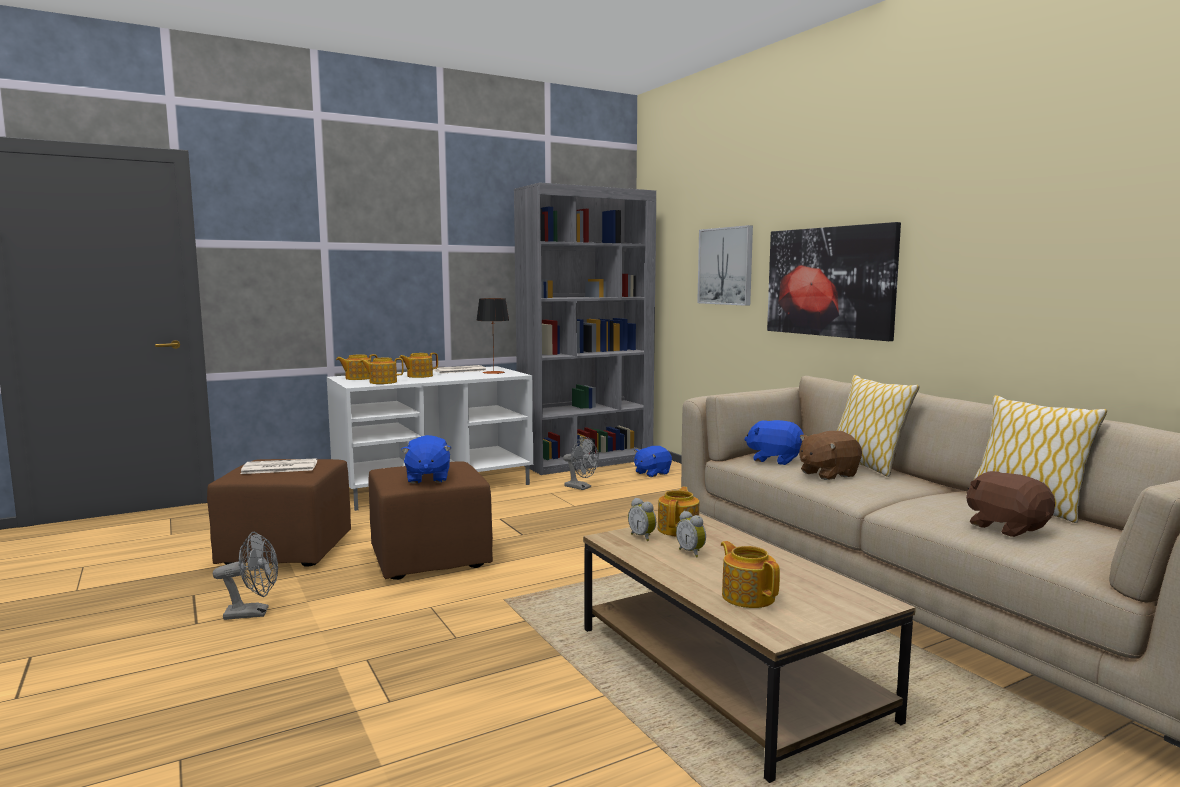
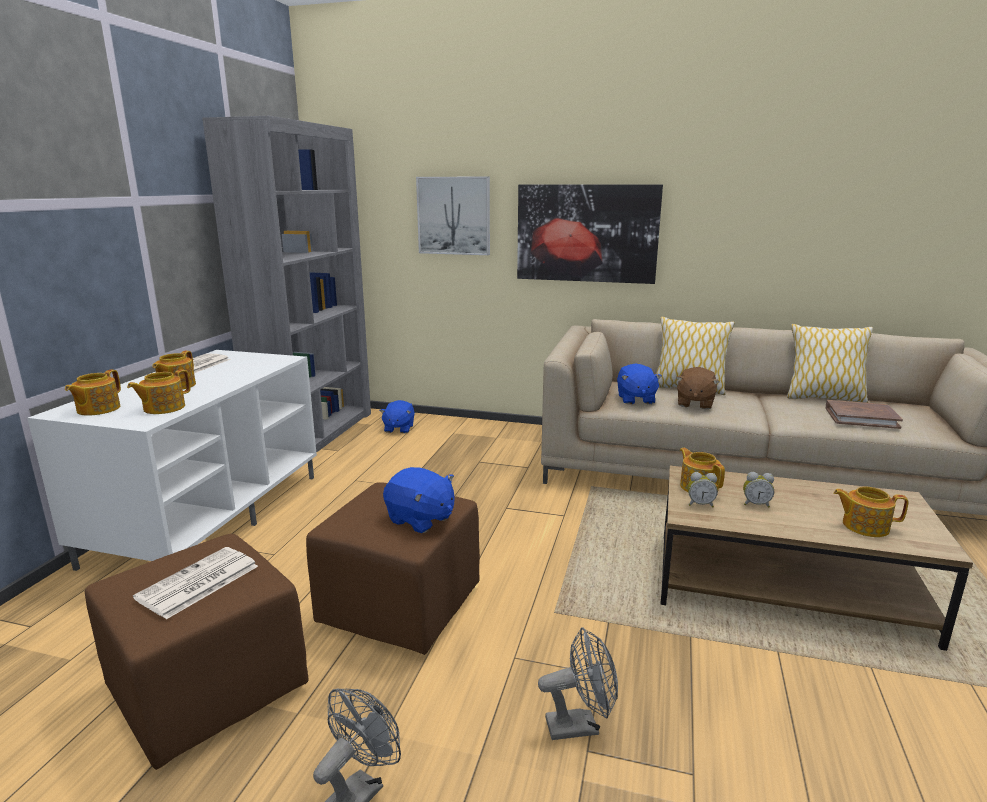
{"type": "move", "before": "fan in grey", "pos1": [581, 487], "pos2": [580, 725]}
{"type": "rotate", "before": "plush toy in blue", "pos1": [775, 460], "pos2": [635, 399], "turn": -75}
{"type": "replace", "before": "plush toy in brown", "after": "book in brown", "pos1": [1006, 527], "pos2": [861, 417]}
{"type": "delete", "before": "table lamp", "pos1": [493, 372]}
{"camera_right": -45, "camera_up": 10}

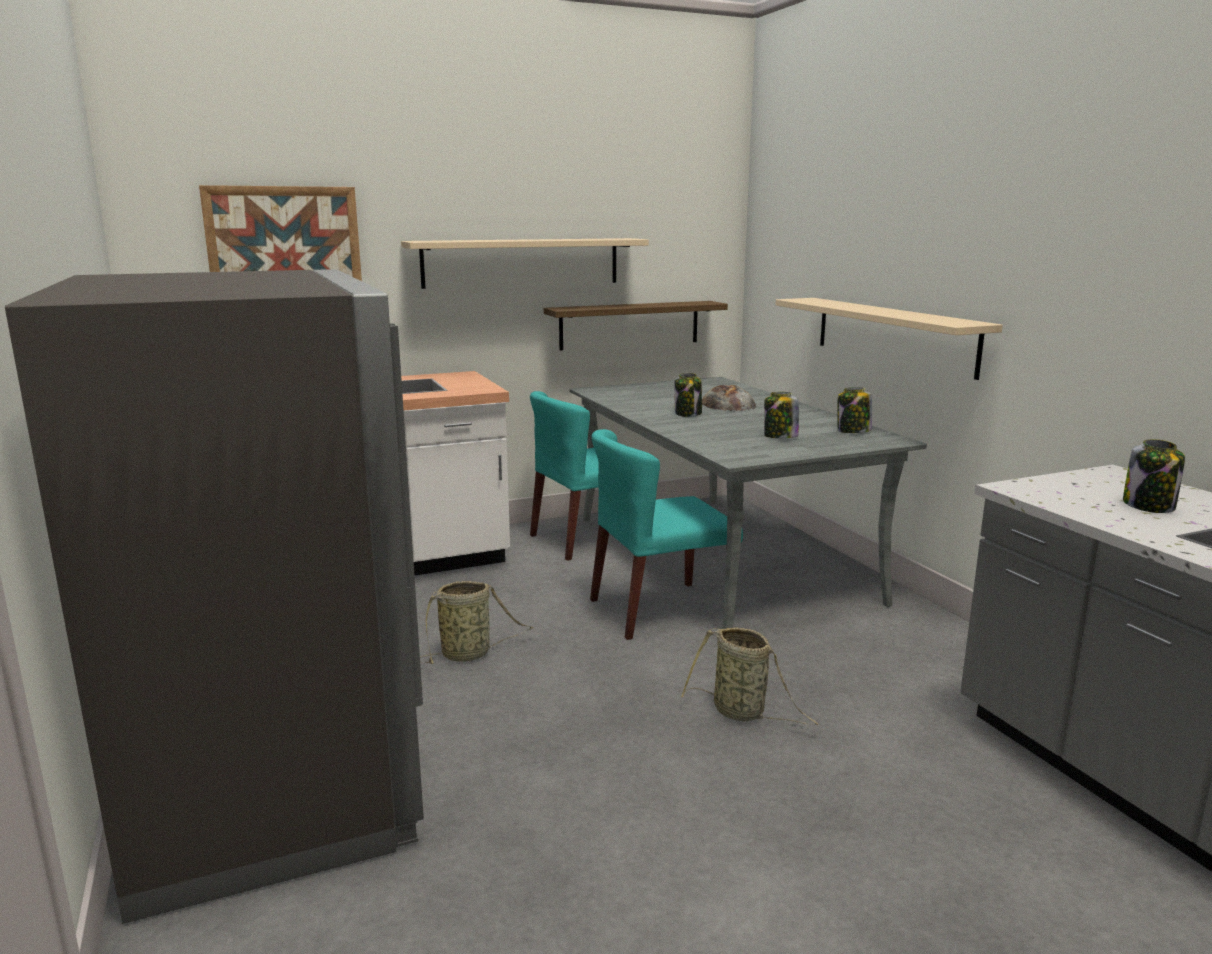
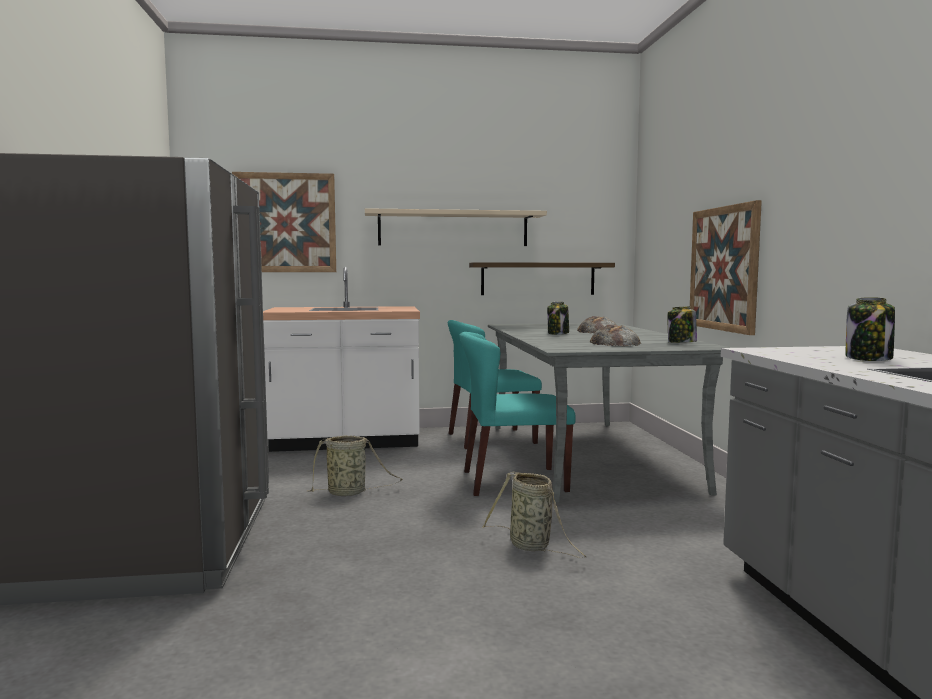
{"type": "replace", "before": "jar", "after": "bread", "pos1": [780, 437], "pos2": [614, 343]}
{"type": "replace", "before": "shelf in beige", "after": "picture", "pos1": [893, 335], "pos2": [723, 268]}
{"camera_right": 15, "camera_up": -10}

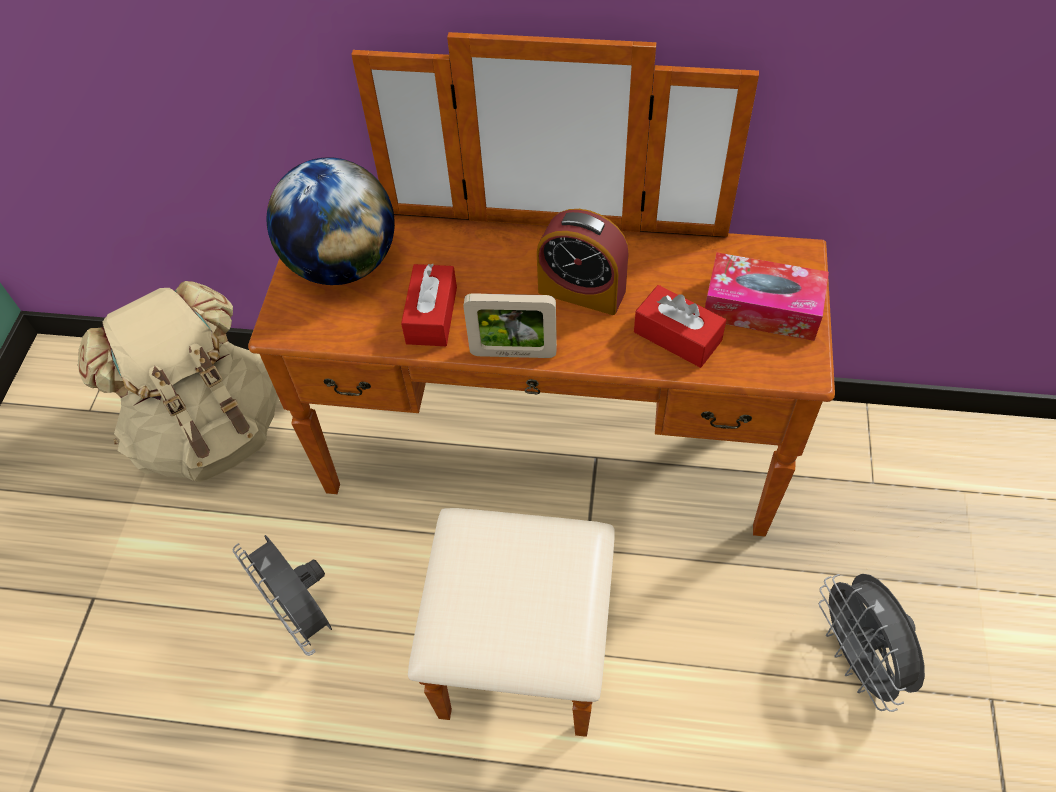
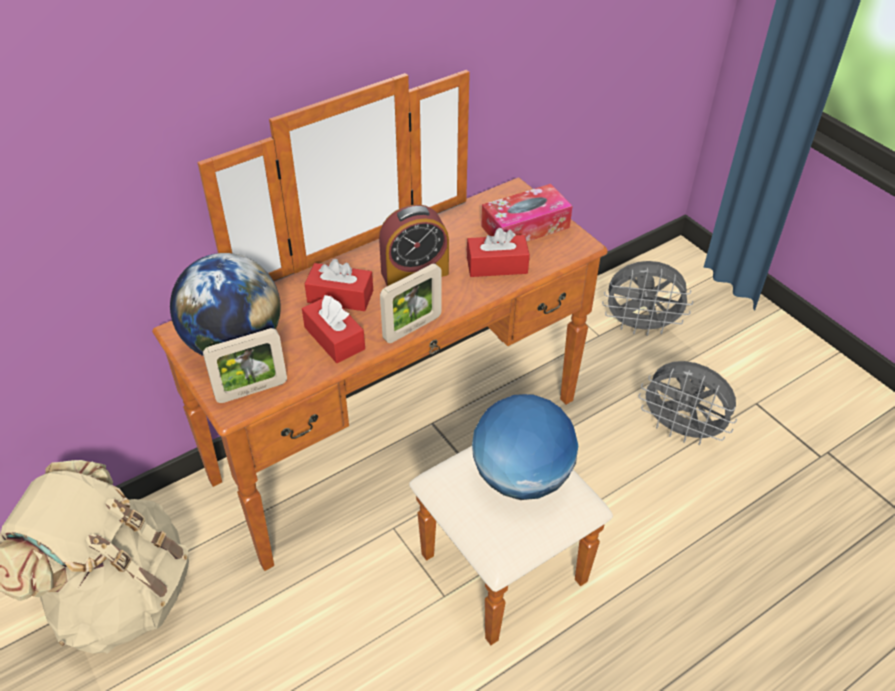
{"type": "insert", "after": "picture frame", "pos2": [251, 390]}
{"type": "insert", "after": "tissue box in red", "pos2": [340, 296]}
{"type": "insert", "after": "globe", "pos2": [521, 477]}
{"type": "move", "before": "fan in grey", "pos1": [303, 614], "pos2": [640, 326]}
{"camera_right": -45, "camera_up": -10}

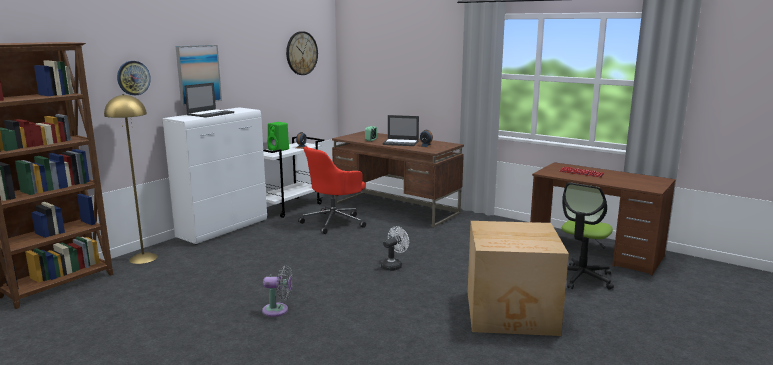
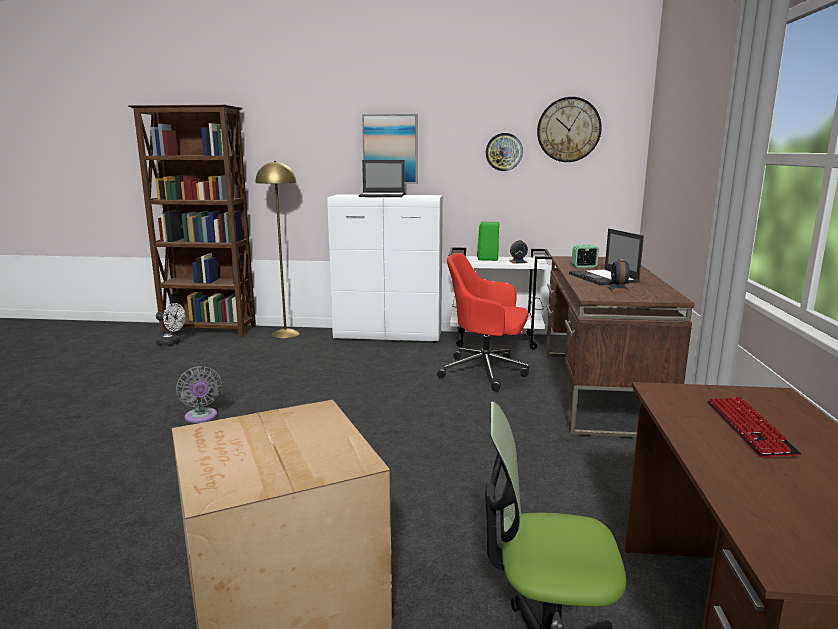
{"type": "move", "before": "fan in white", "pos1": [393, 265], "pos2": [172, 343]}
{"type": "move", "before": "wall clock", "pos1": [133, 78], "pos2": [504, 152]}
{"camera_right": 60, "camera_up": 0}

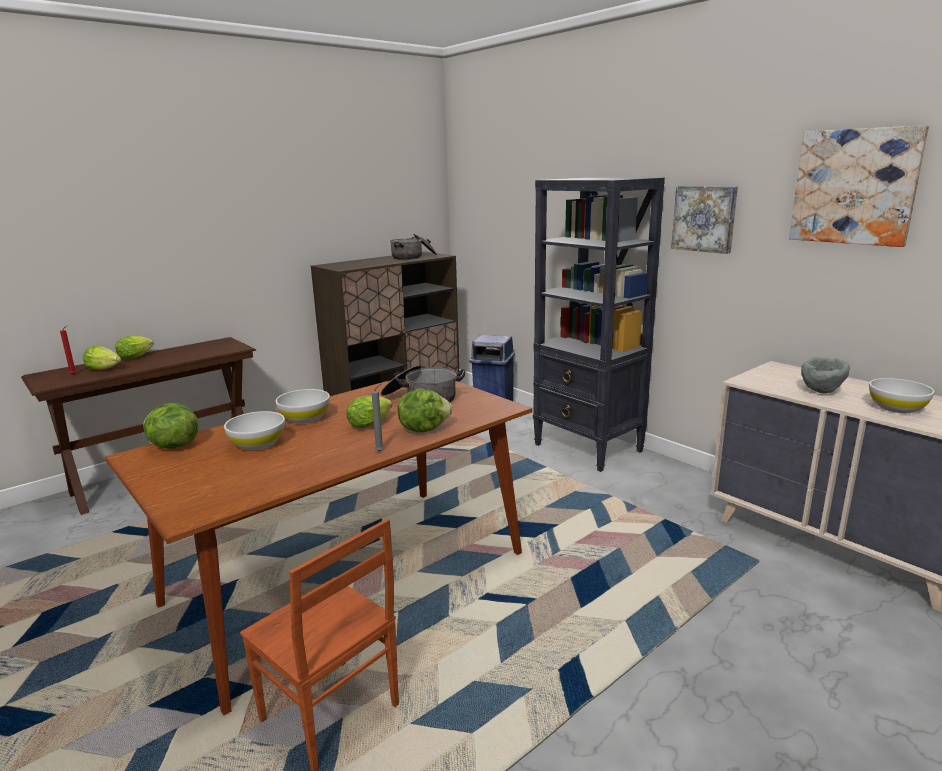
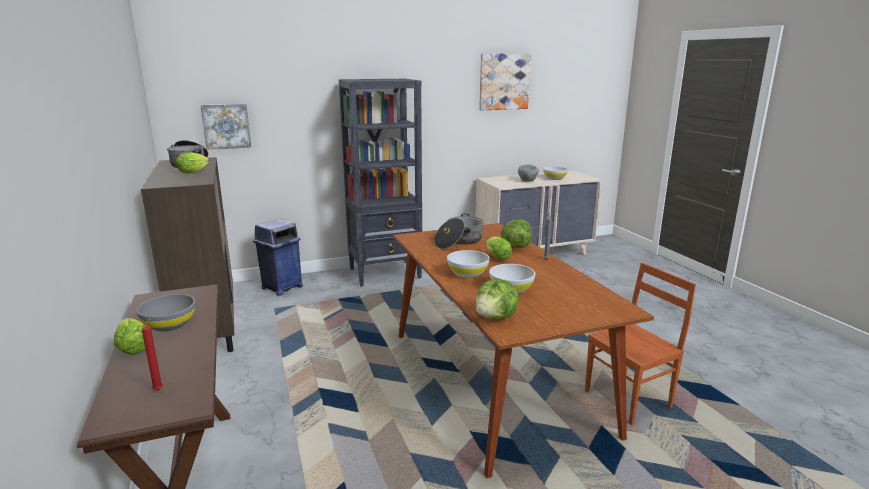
{"type": "insert", "after": "bowl in grey", "pos2": [169, 325]}
{"type": "move", "before": "lettuce", "pos1": [105, 369], "pos2": [194, 172]}
{"type": "move", "before": "picture", "pos1": [705, 218], "pos2": [226, 126]}
{"camera_right": -70, "camera_up": 0}

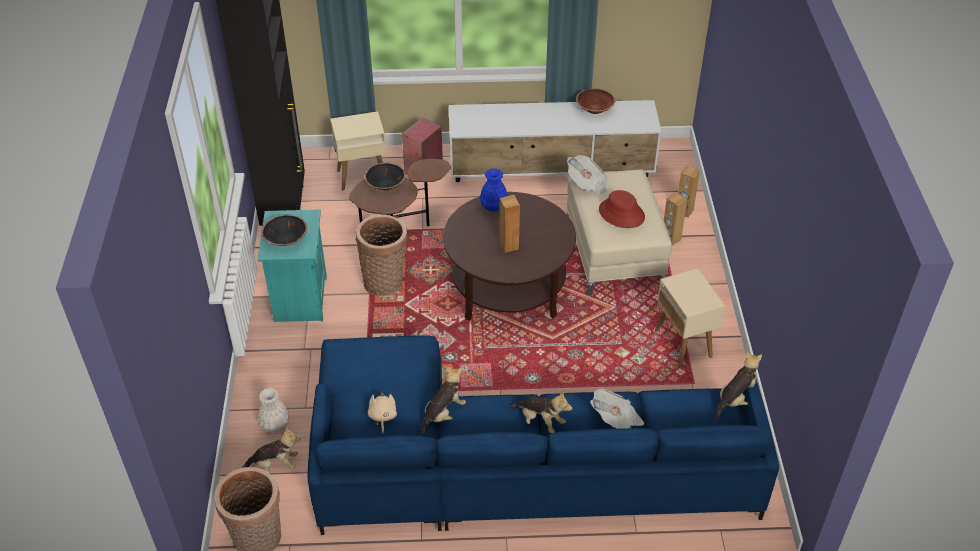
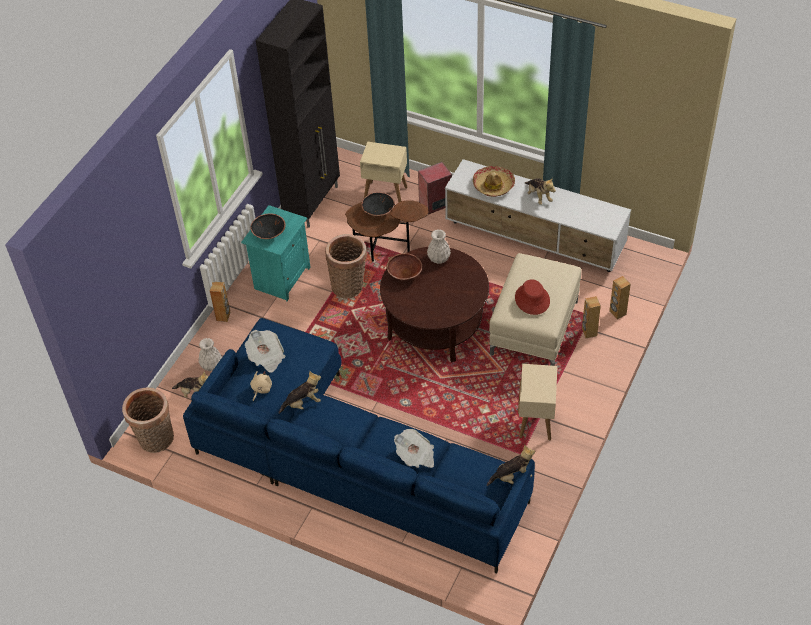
{"type": "move", "before": "speaker in brown", "pos1": [509, 245], "pos2": [223, 316]}
{"type": "move", "before": "newspaper", "pos1": [587, 184], "pos2": [266, 357]}
{"type": "move", "before": "bowl in brown", "pos1": [594, 109], "pos2": [404, 273]}
{"type": "recolor", "before": "vase in blue", "after": "vase in white", "pos1": [494, 206], "pos2": [439, 258]}
{"type": "insert", "after": "hat", "pos2": [493, 185]}
{"type": "move", "before": "plush toy", "pos1": [540, 421], "pos2": [538, 196]}
{"camera_right": 30, "camera_up": 5}

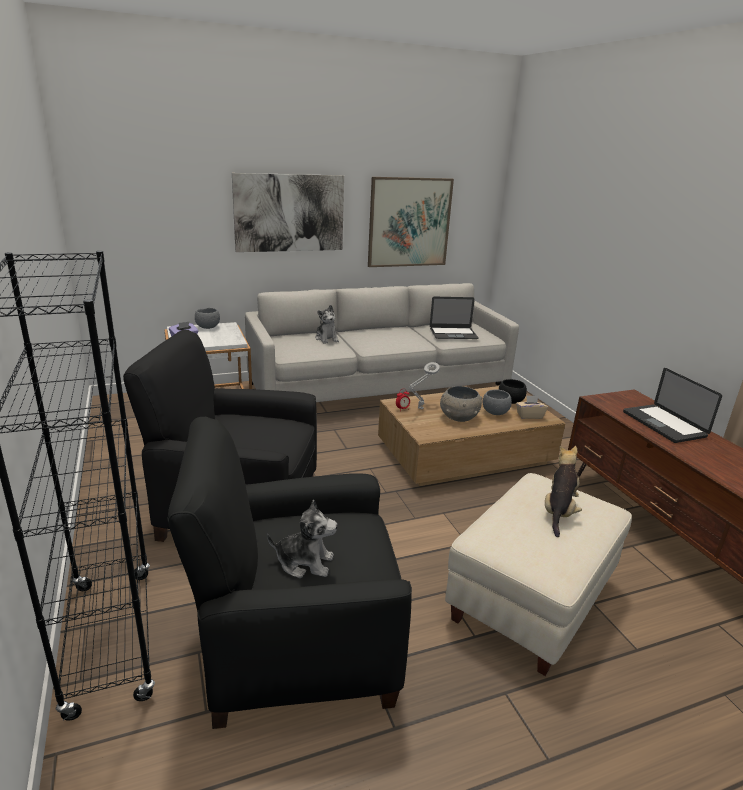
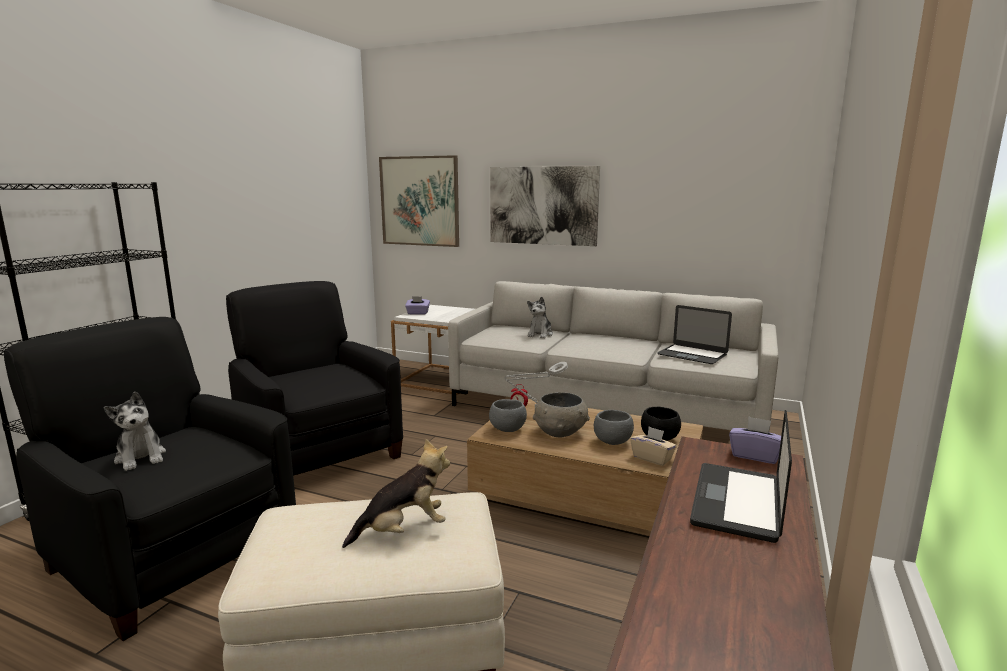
{"type": "move", "before": "picture", "pos1": [409, 222], "pos2": [419, 201]}
{"type": "move", "before": "bowl in grey", "pos1": [208, 327], "pos2": [508, 430]}
{"type": "insert", "after": "tissue box in purple", "pos2": [754, 455]}
{"camera_right": 45, "camera_up": -10}

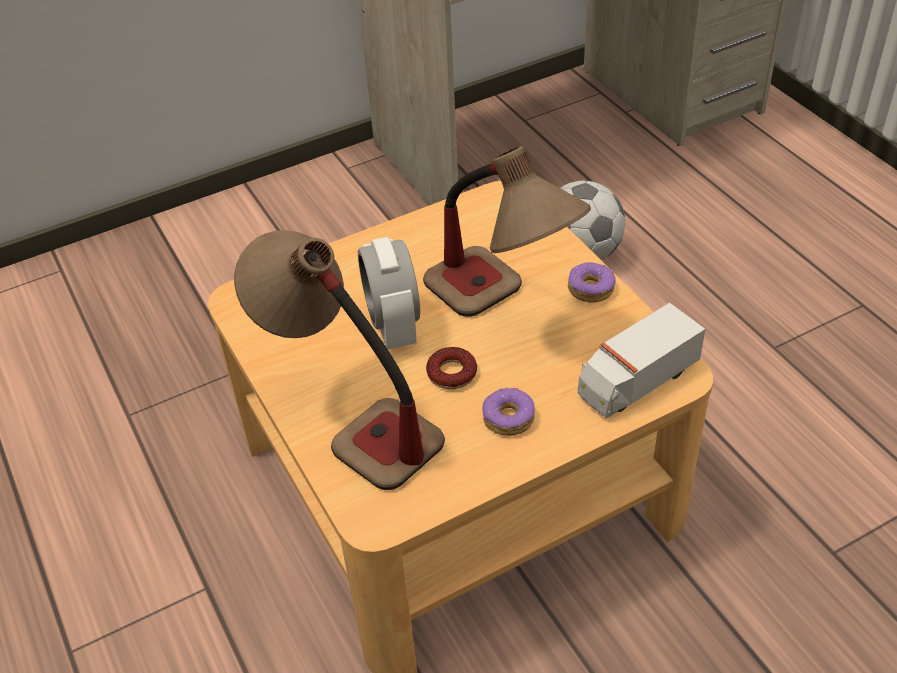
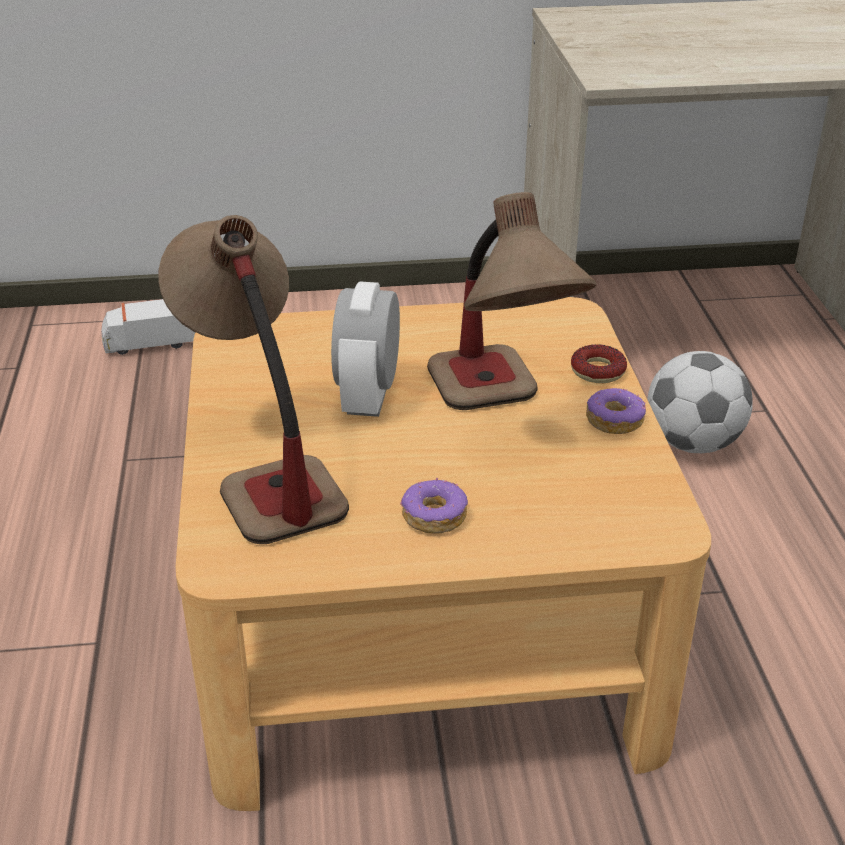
{"type": "move", "before": "toy truck", "pos1": [636, 380], "pos2": [151, 343]}
{"type": "move", "before": "donut", "pos1": [451, 373], "pos2": [597, 371]}
{"camera_right": 20, "camera_up": -10}

